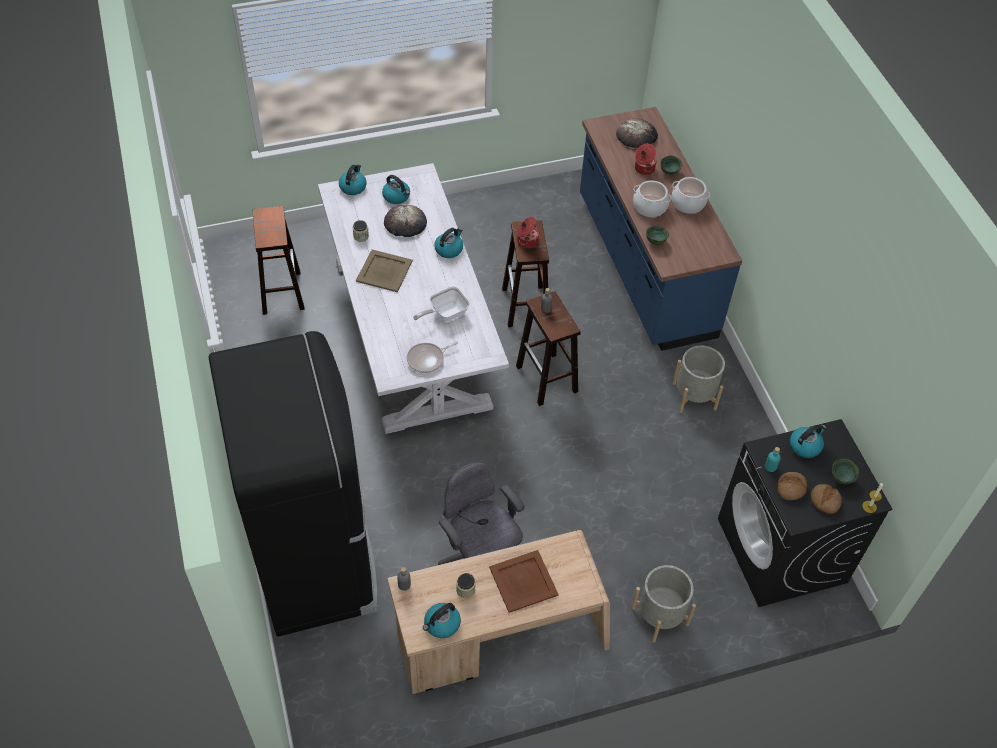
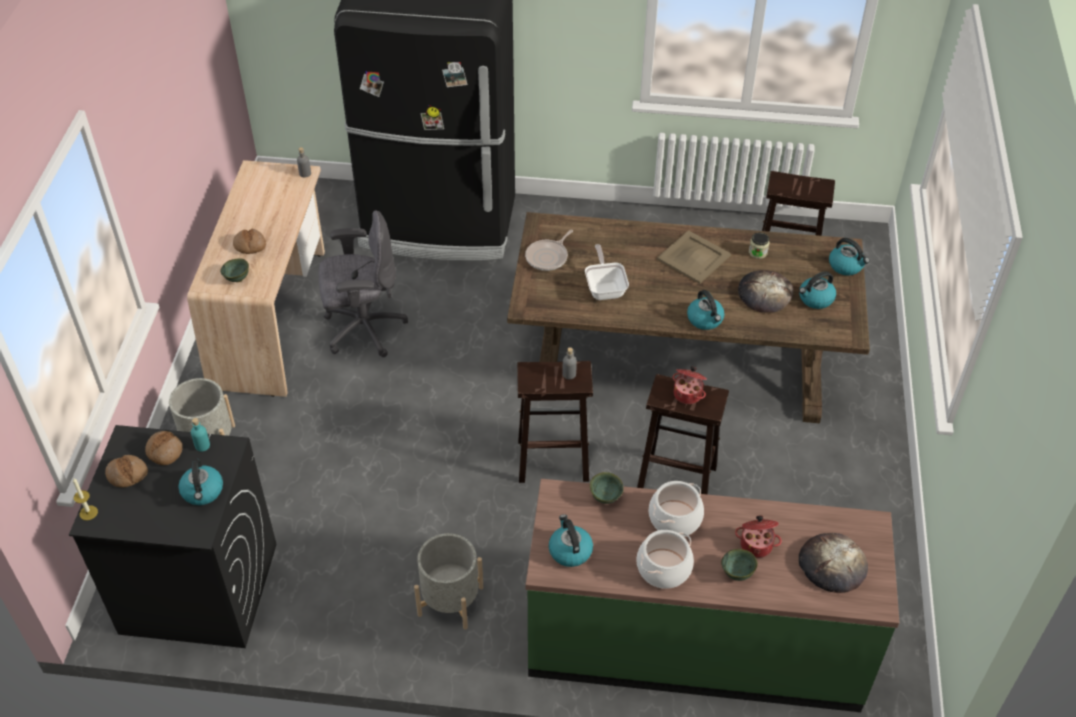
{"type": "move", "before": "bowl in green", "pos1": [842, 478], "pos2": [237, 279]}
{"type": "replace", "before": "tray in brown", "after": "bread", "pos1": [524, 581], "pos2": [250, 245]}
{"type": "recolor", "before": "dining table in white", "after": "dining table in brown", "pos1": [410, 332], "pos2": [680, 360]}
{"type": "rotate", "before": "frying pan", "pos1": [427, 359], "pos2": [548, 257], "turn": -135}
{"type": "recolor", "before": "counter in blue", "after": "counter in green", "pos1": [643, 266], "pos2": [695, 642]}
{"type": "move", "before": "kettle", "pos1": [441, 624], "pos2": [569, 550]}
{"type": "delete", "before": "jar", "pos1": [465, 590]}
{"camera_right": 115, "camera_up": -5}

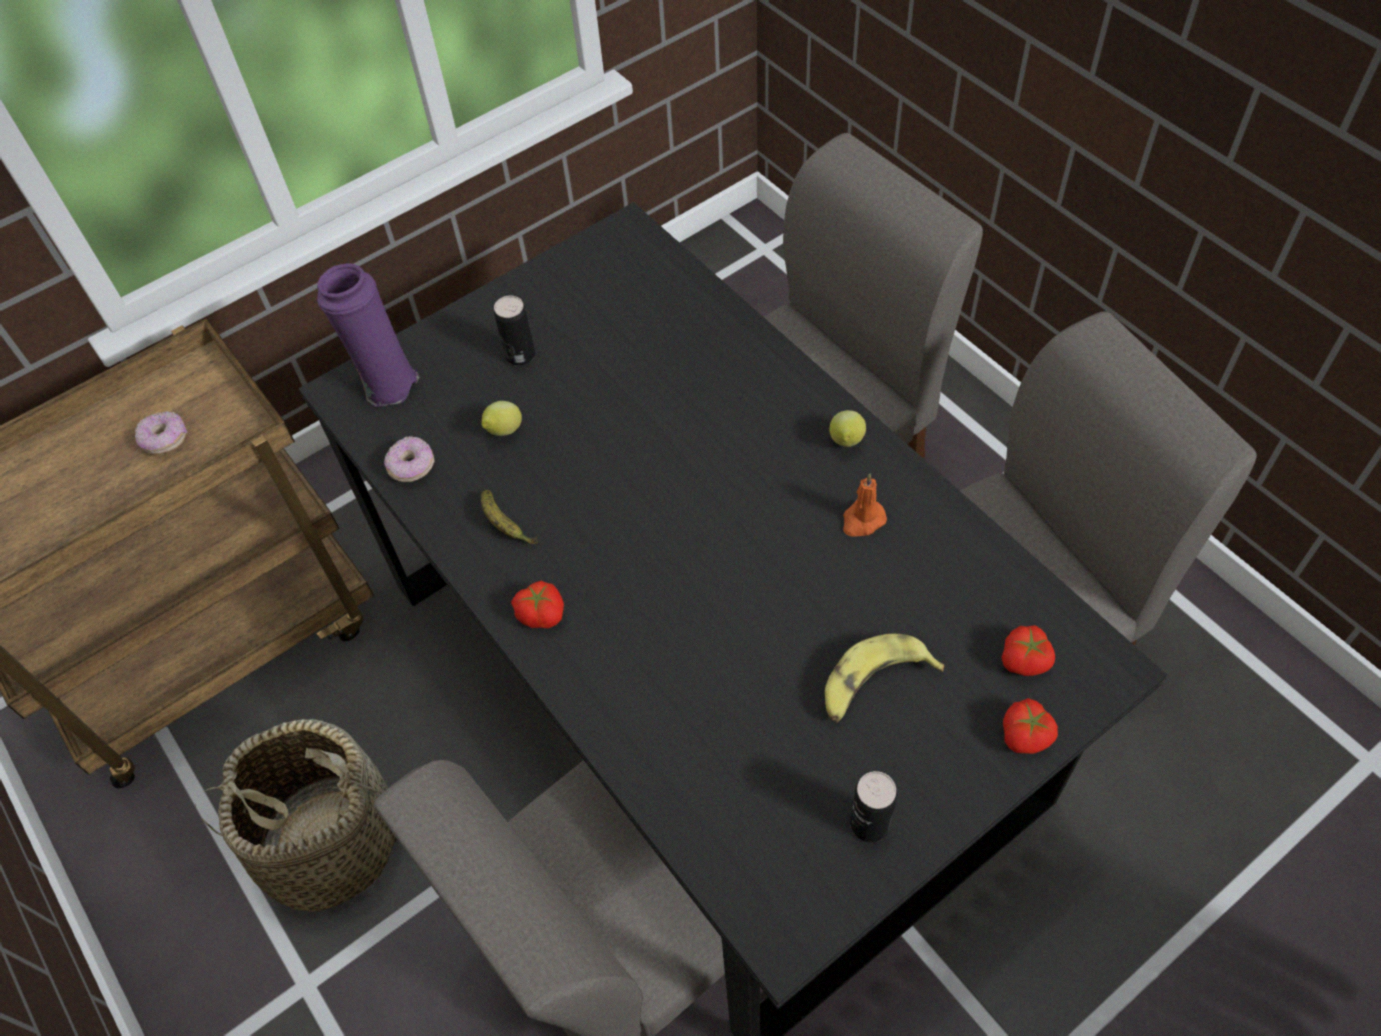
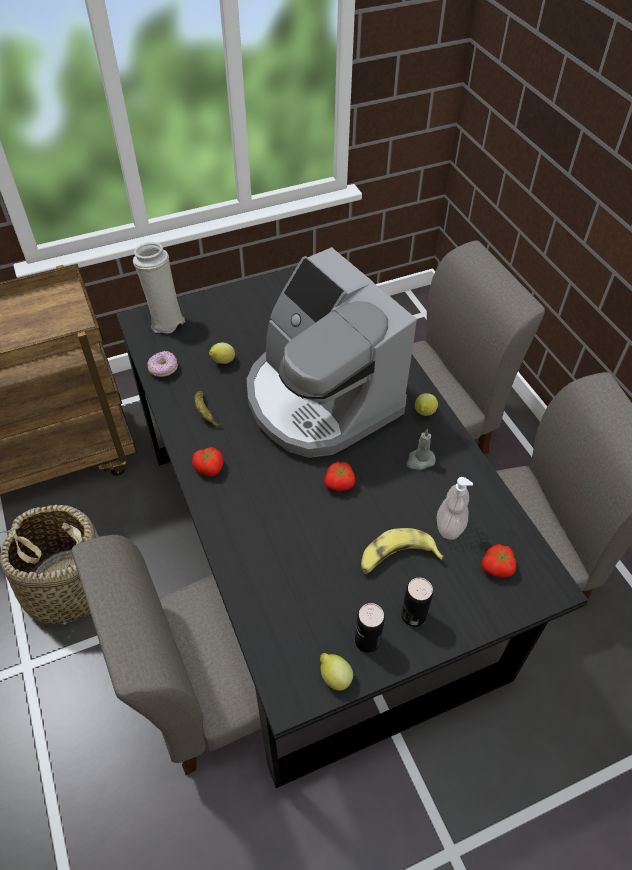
{"type": "recolor", "before": "vase in purple", "after": "vase in white", "pos1": [386, 383], "pos2": [165, 321]}
{"type": "insert", "after": "coffee machine", "pos2": [320, 400]}
{"type": "insert", "after": "lemon", "pos2": [334, 677]}
{"type": "move", "before": "tomato", "pos1": [1026, 735], "pos2": [340, 483]}
{"type": "move", "before": "can", "pos1": [520, 355], "pos2": [413, 615]}
{"type": "recolor", "before": "candle in orange", "after": "candle in grey", "pos1": [862, 520], "pos2": [420, 460]}
{"type": "insert", "after": "soap dispenser", "pos2": [449, 526]}
{"type": "delete", "before": "donut", "pos1": [165, 440]}
{"camera_right": 10, "camera_up": -5}

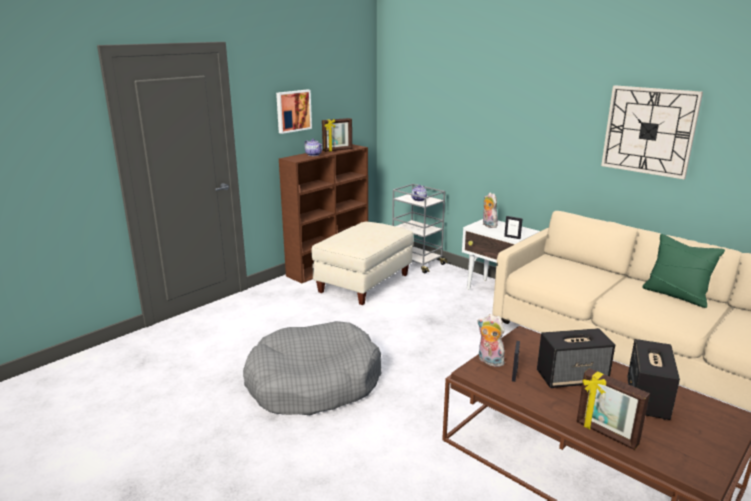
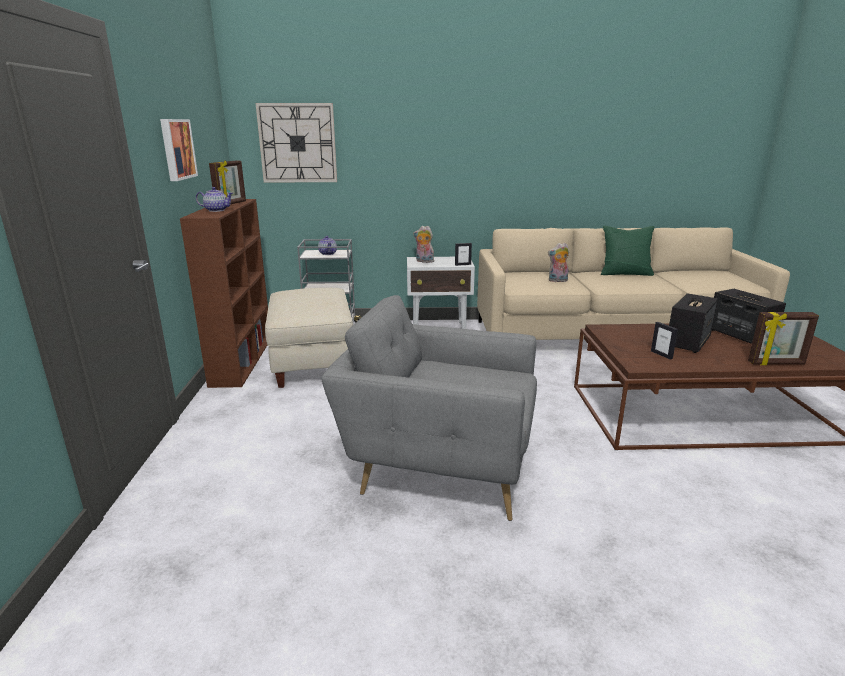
{"type": "move", "before": "wall clock", "pos1": [649, 131], "pos2": [297, 143]}
{"type": "replace", "before": "dog bed in grey", "after": "armchair in grey", "pos1": [313, 383], "pos2": [438, 468]}
{"type": "move", "before": "plush toy", "pos1": [489, 361], "pos2": [557, 281]}
{"camera_right": -45, "camera_up": 0}

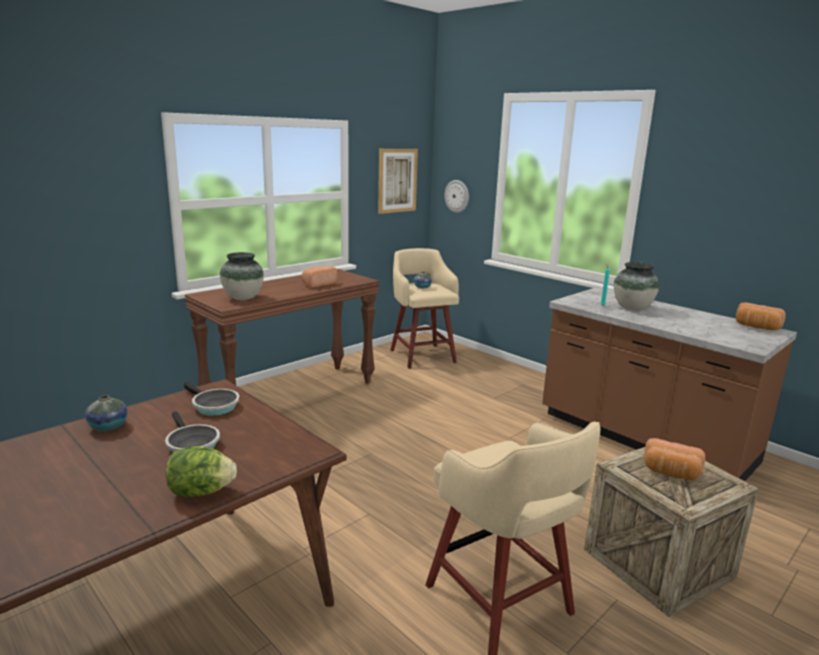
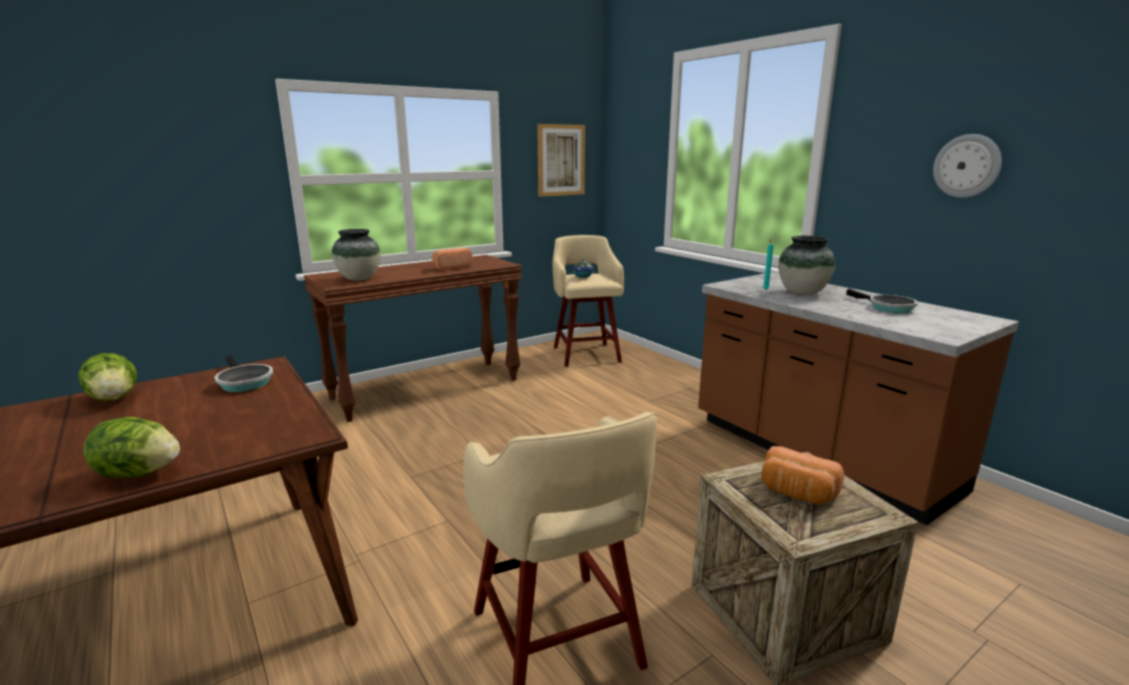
{"type": "replace", "before": "vase", "after": "lettuce", "pos1": [108, 427], "pos2": [114, 398]}
{"type": "move", "before": "frying pan", "pos1": [191, 444], "pos2": [887, 308]}
{"type": "move", "before": "wall clock", "pos1": [457, 196], "pos2": [967, 166]}
{"type": "delete", "before": "bread", "pos1": [756, 327]}
{"camera_right": 10, "camera_up": 0}

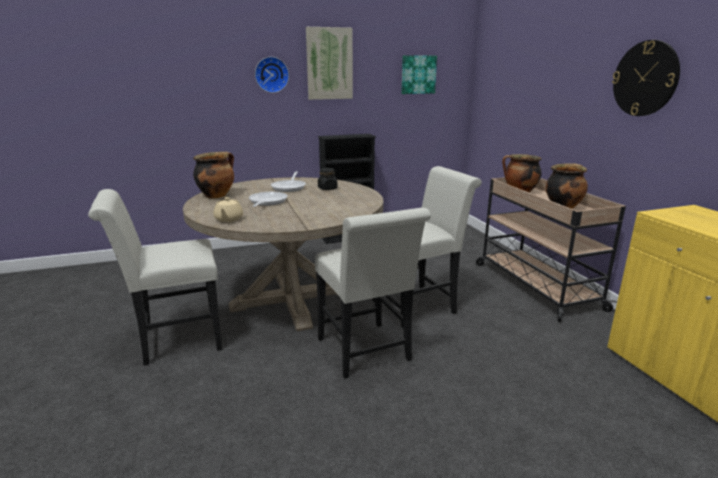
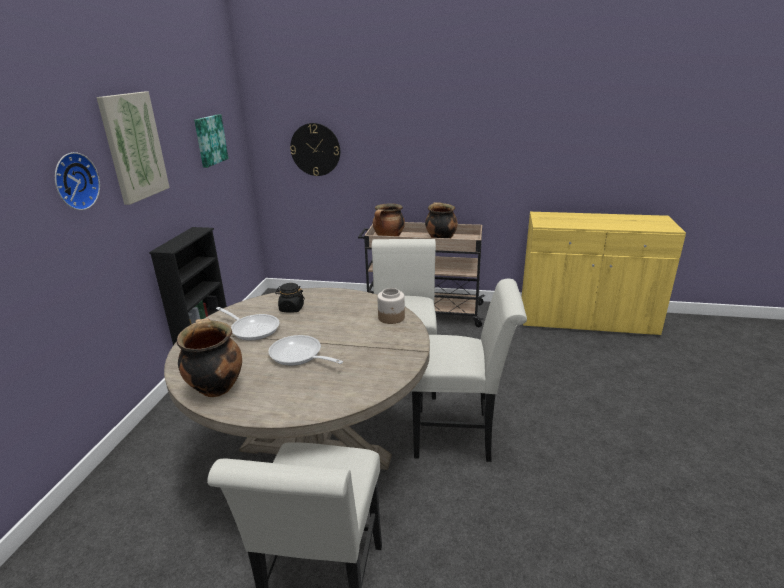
{"type": "move", "before": "wall clock", "pos1": [645, 78], "pos2": [315, 149]}
{"type": "insert", "after": "jar", "pos2": [391, 317]}
{"type": "delete", "before": "teapot in beige", "pos1": [228, 219]}
{"camera_right": -60, "camera_up": 5}

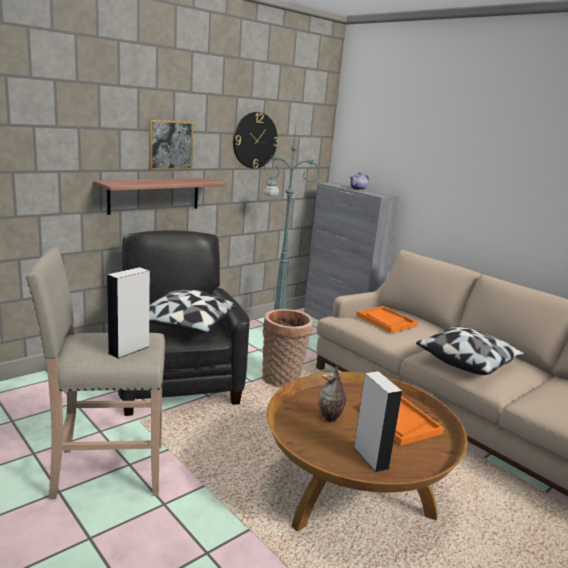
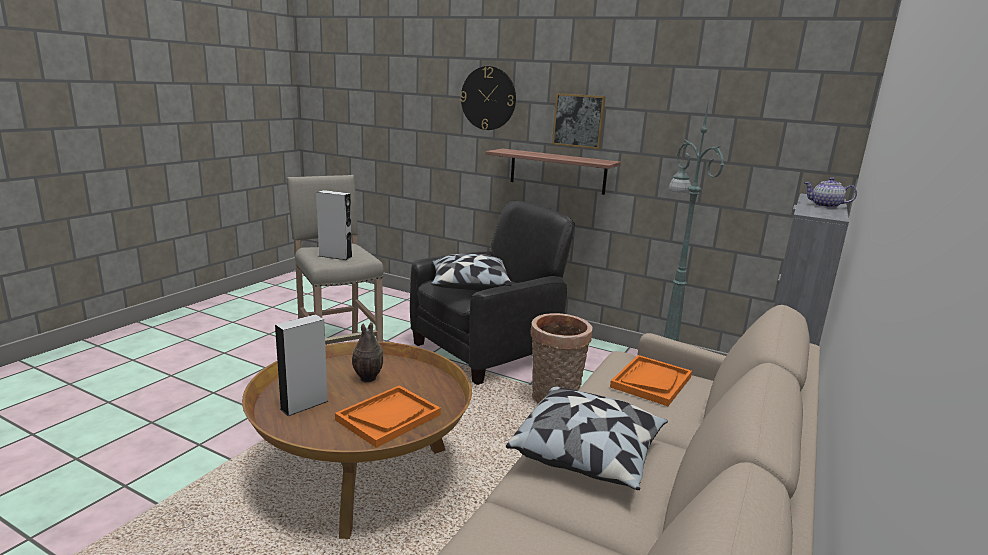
{"type": "move", "before": "wall clock", "pos1": [255, 140], "pos2": [488, 98]}
{"camera_right": 70, "camera_up": 0}

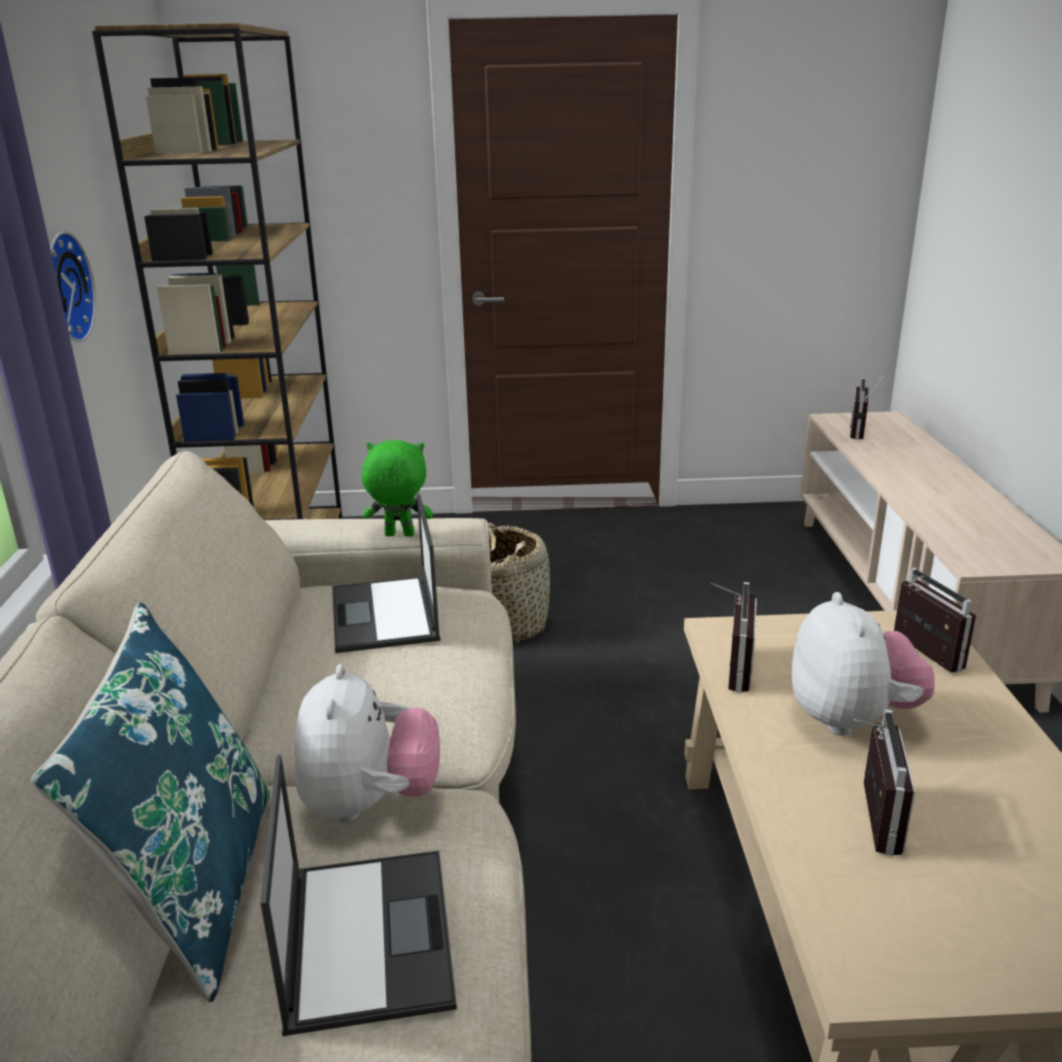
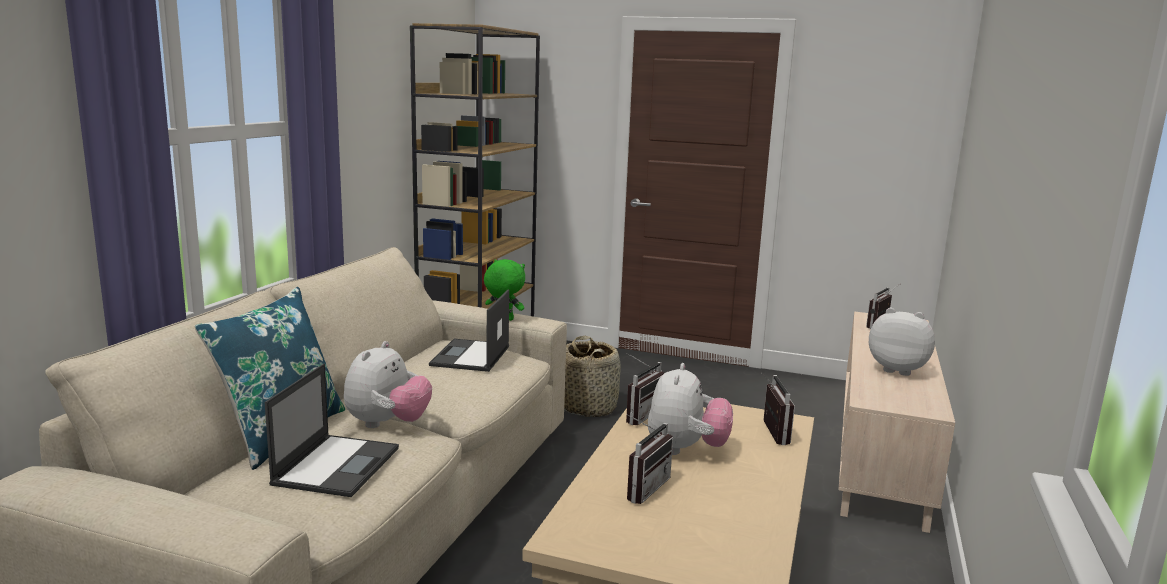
{"type": "insert", "after": "plush toy", "pos2": [898, 369]}
{"type": "delete", "before": "wall clock", "pos1": [63, 287]}
{"camera_right": 20, "camera_up": -10}

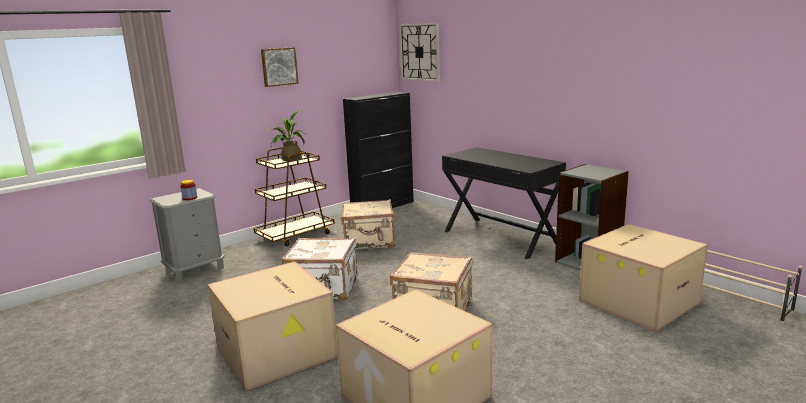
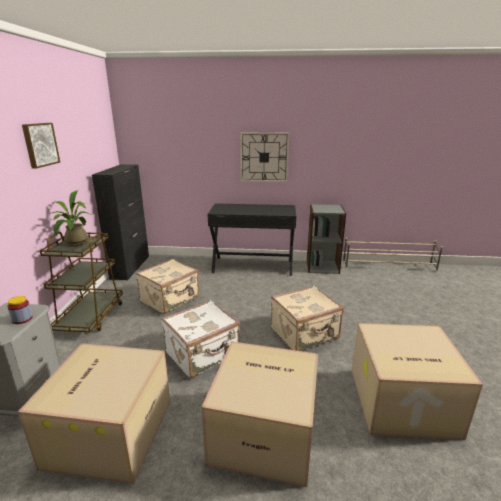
{"type": "move", "before": "cardboard box", "pos1": [638, 300], "pos2": [109, 431]}
{"type": "move", "before": "wall clock", "pos1": [420, 52], "pos2": [264, 157]}
{"camera_right": -45, "camera_up": 5}

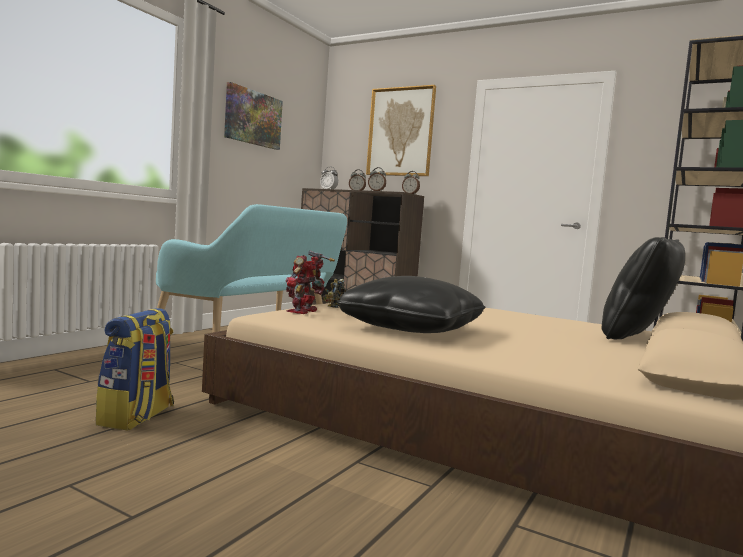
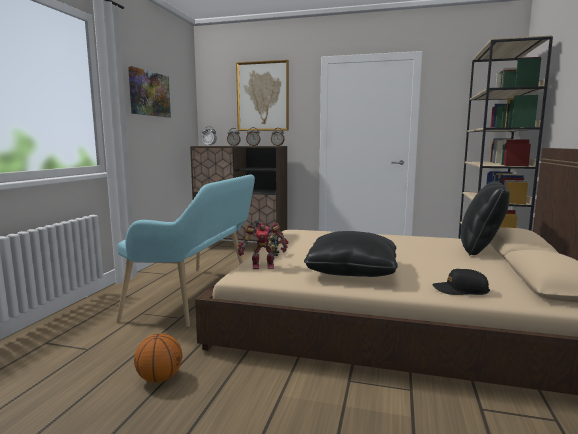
{"type": "replace", "before": "backpack", "after": "basketball", "pos1": [137, 417], "pos2": [160, 378]}
{"type": "rotate", "before": "toy robot", "pos1": [304, 311], "pos2": [262, 265], "turn": -105}
{"type": "insert", "after": "cap in black", "pos2": [460, 290]}
{"camera_right": -15, "camera_up": 5}

